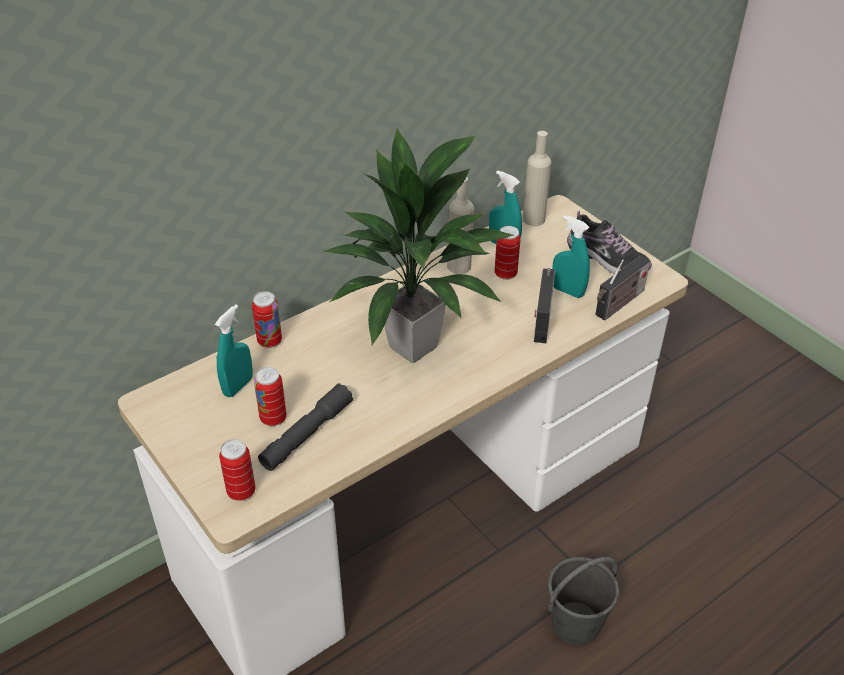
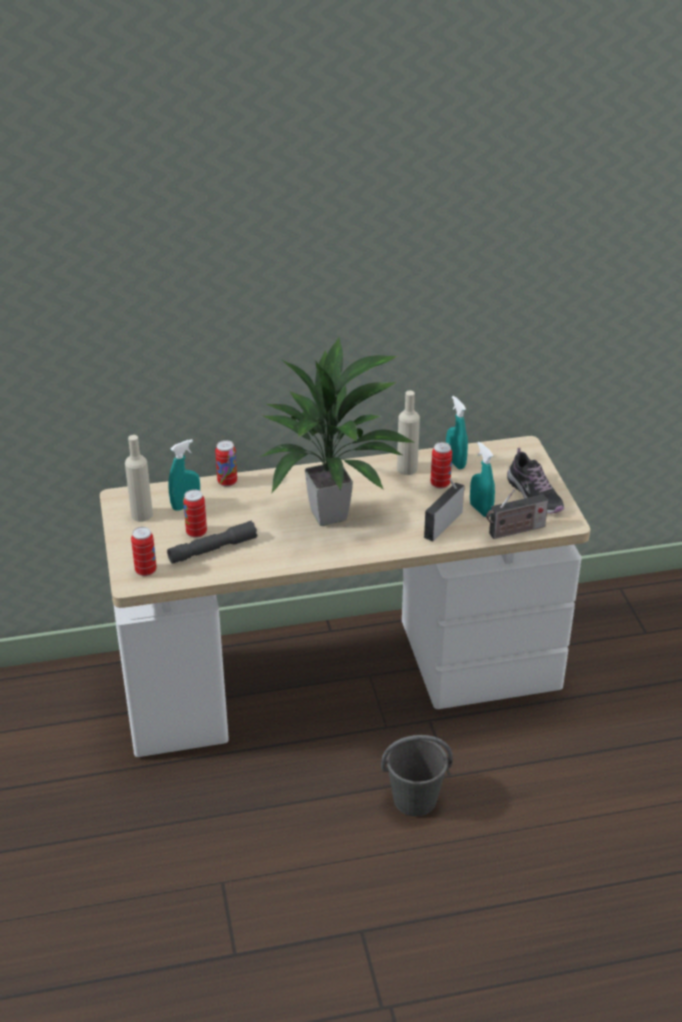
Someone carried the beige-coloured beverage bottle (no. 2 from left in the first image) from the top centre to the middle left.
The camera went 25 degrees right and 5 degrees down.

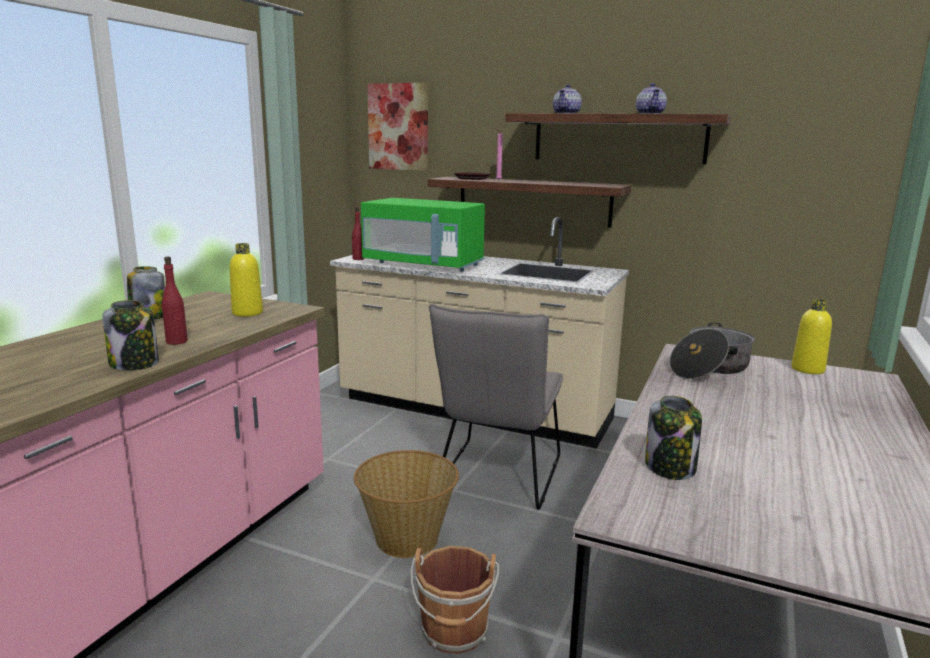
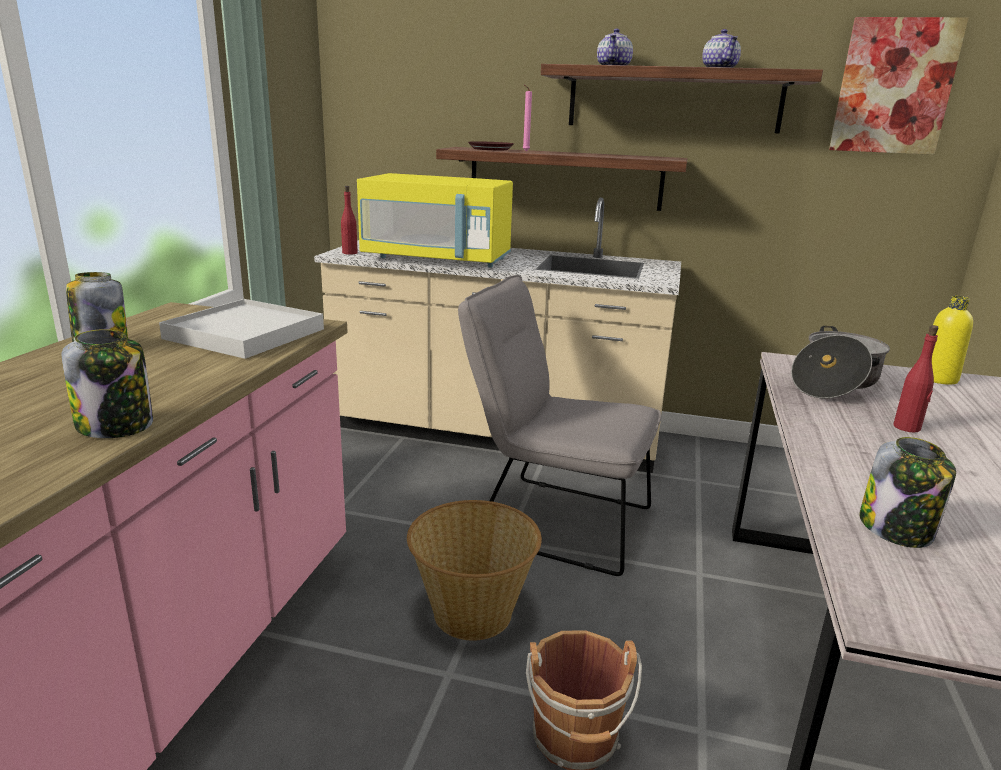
Someone carried the reddish beverage bottle (no. 1 from left in the first image) from the middle left to the middle right.
Someone carried the wall art from the top centre to the top right.
Someone swapped the yellowish beverage bottle (no. 1 from left) at the middle left for the white carrying tray at the middle left.
Someone repainted the green microwave at the centre, which became the yellowish microwave at the top centre.
Someone rotated the greyish plain chair at the centre by 105 degrees clockwise.
The camera went 10 degrees left and 5 degrees up.

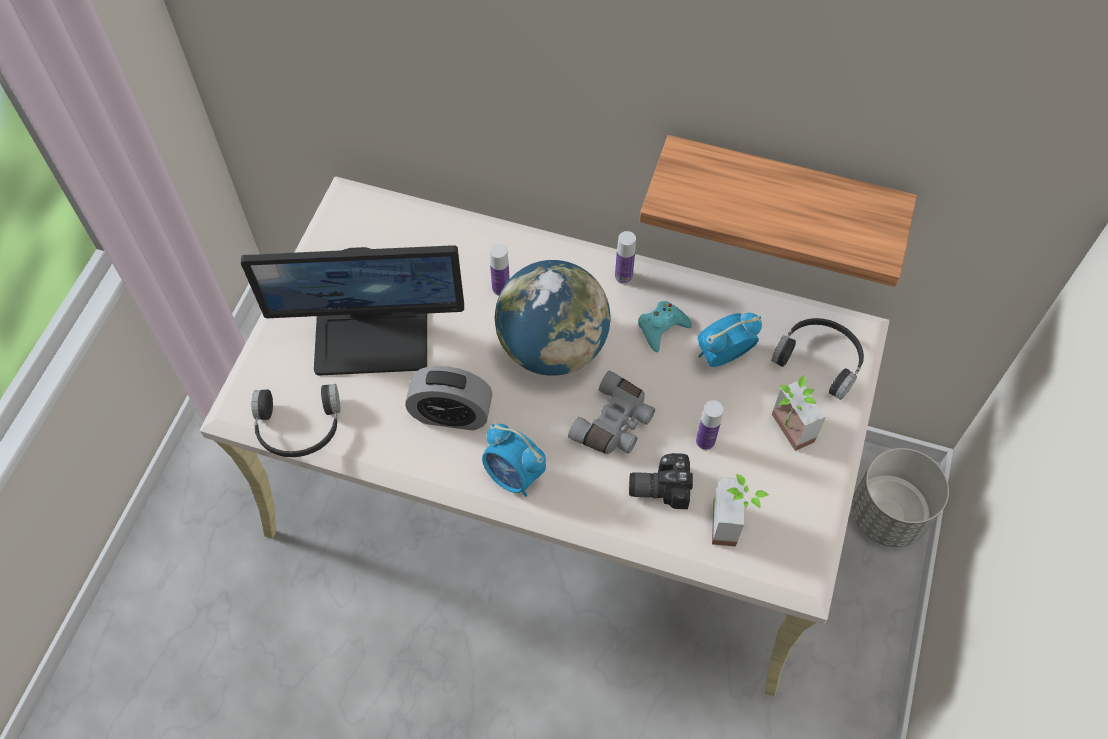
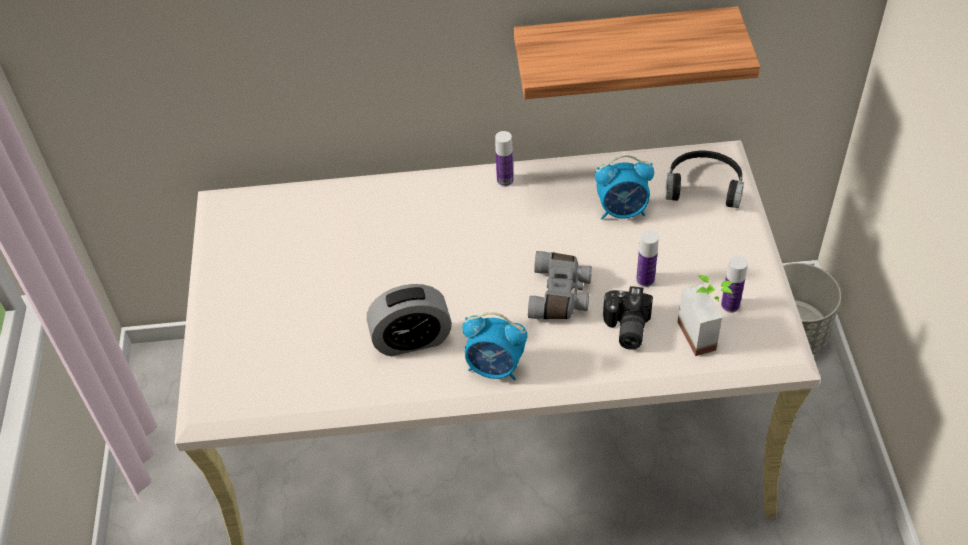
Someone took away the computer screen at the middle left.
Someone took away the blackish headset (no. 1 from left) at the middle left.
Someone took away the globe at the centre.
Someone took away the blue-green game controller at the centre.
Someone took away the plant in a pot (no. 2 from left) at the middle right.
Someone carried the beverage bottle (no. 1 from left in the first image) from the centre to the middle right.
Someone rotated the photo camera at the centre by 60 degrees counterclockwise.
Someone rotated the bedside clock (no. 3 from left) at the centre by 135 degrees counterclockwise.
The camera went 20 degrees left and 10 degrees down.

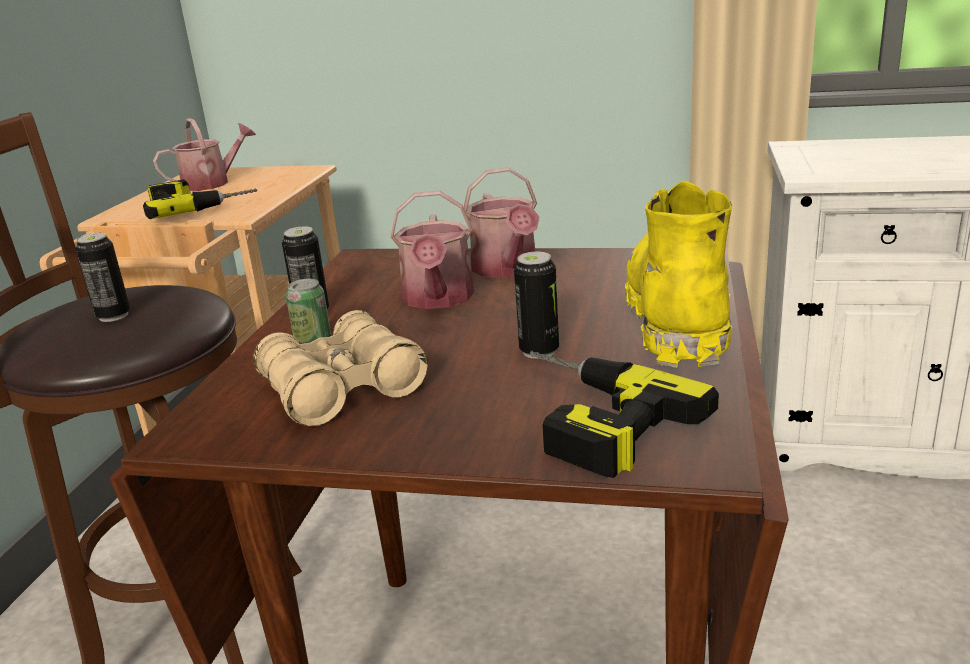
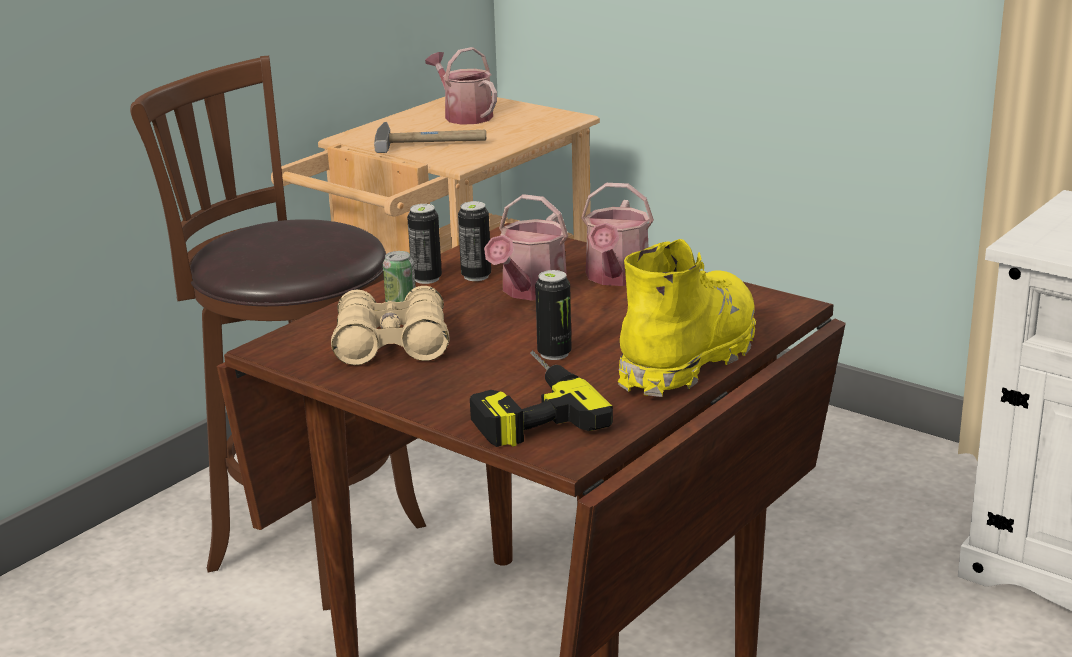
Someone carried the sealed can (no. 1 from left in the first image) from the middle left to the centre.
Someone swapped the drill (no. 1 from left) at the top left for the hand hammer at the top centre.
Someone rotated the sprinkling can (no. 1 from left) at the top left by 120 degrees counterclockwise.
The camera went 25 degrees right and 0 degrees up.

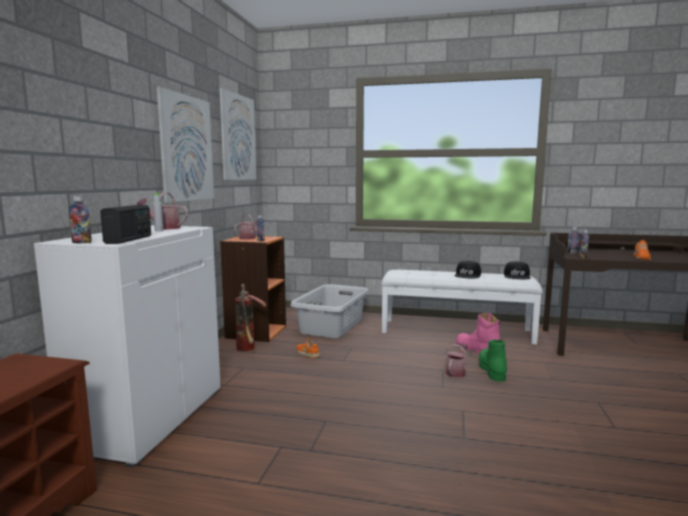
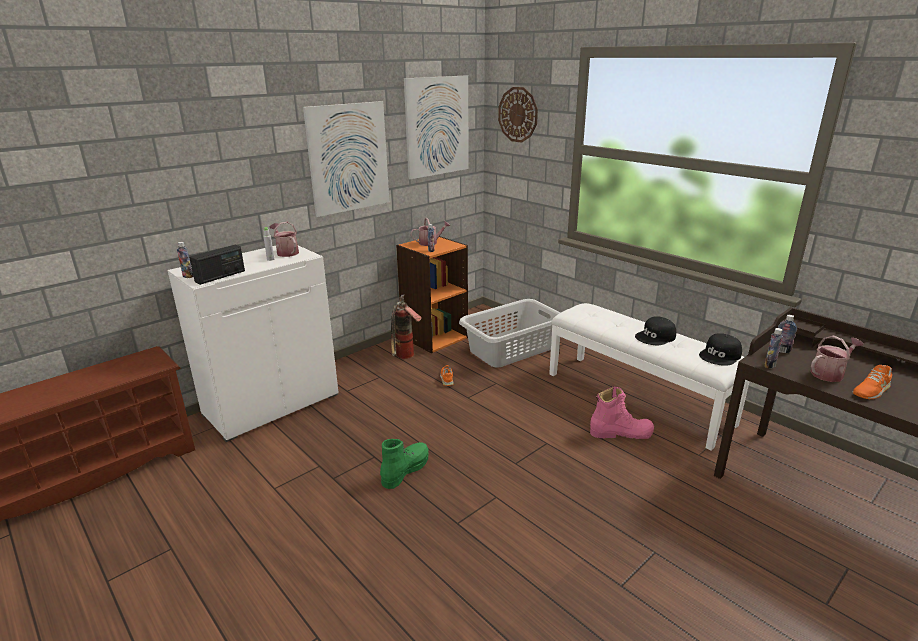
Someone put up the hanging clock at the top centre.
Someone carried the sprinkling can (no. 3 from left) from the bottom centre to the middle right.
Someone carried the green high-top boot from the bottom right to the bottom centre.
Someone rotated the pink-coloured high-top boot at the middle right by 90 degrees clockwise.
The camera went 35 degrees right and 15 degrees up.

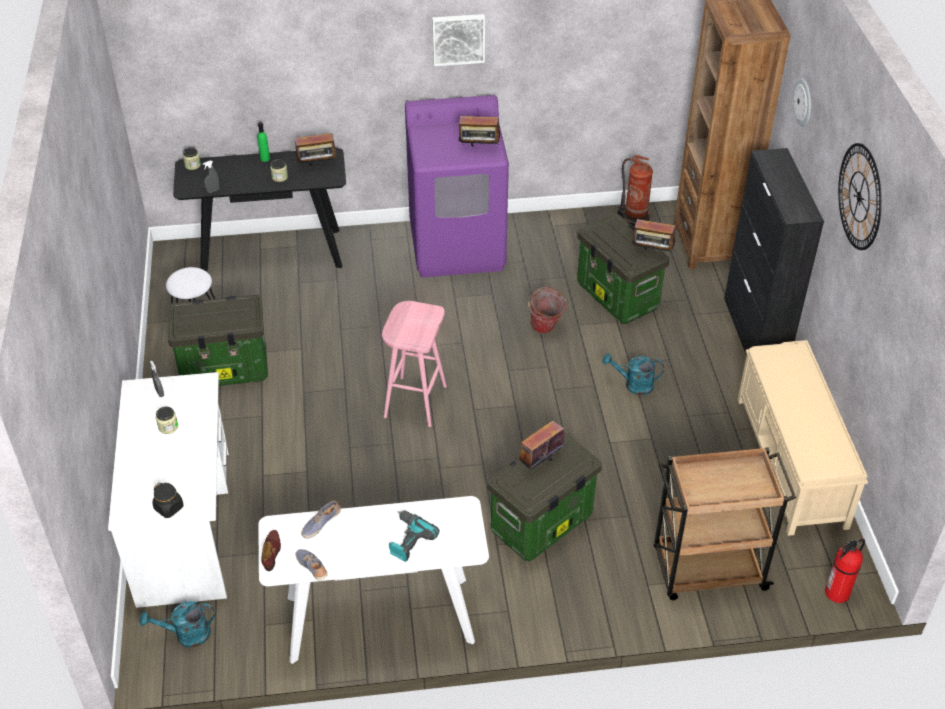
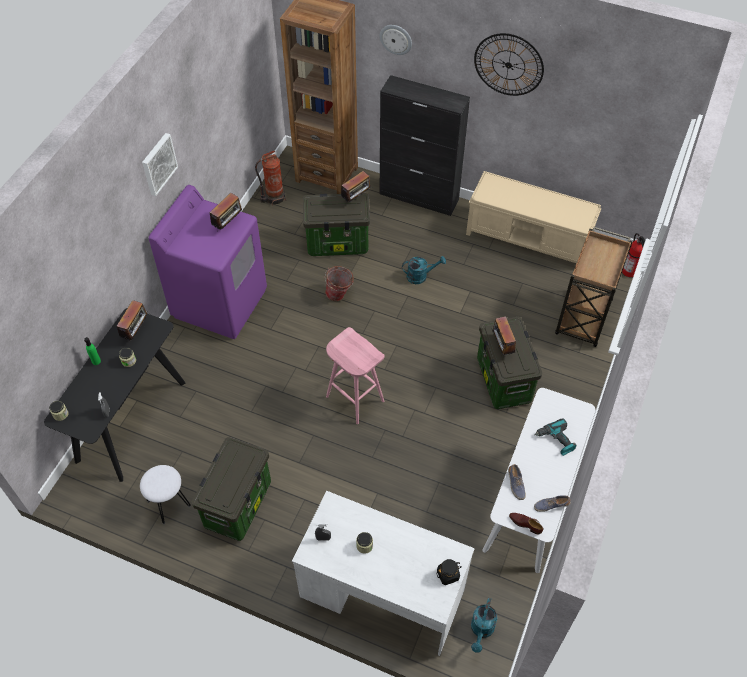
Someone rotated the blue-green sprinkling can (no. 2 from left in the first image) at the middle right by 135 degrees counterclockwise.
The camera went 60 degrees left and 10 degrees up.

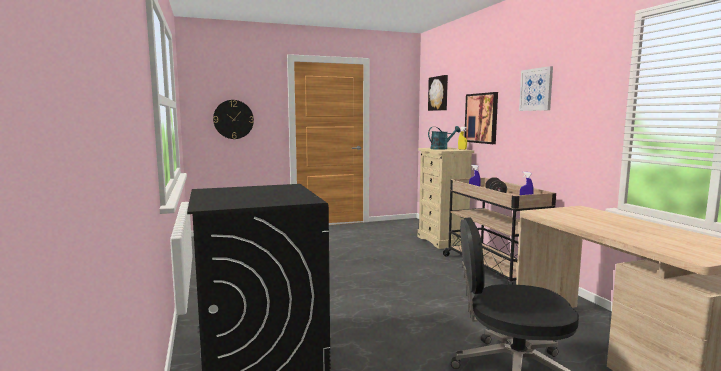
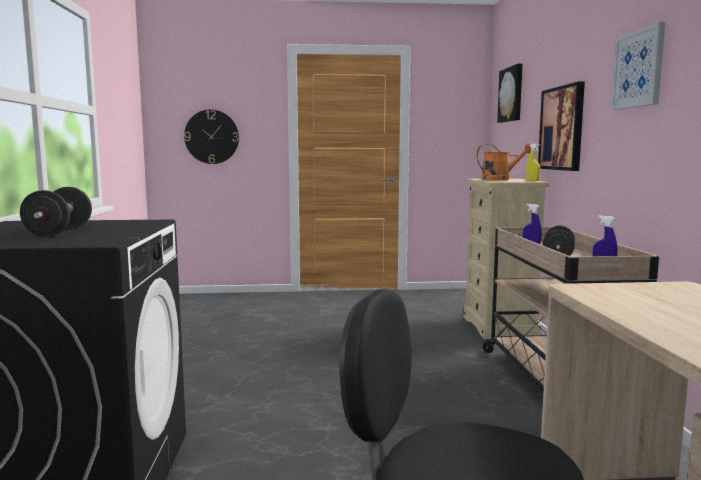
Someone put down the blackish free weight (no. 1 from left) at the middle left.
Someone repainted the blue-green sprinkling can at the centre, which became the orange-coloured sprinkling can at the middle right.
The camera went 15 degrees right and 0 degrees up.

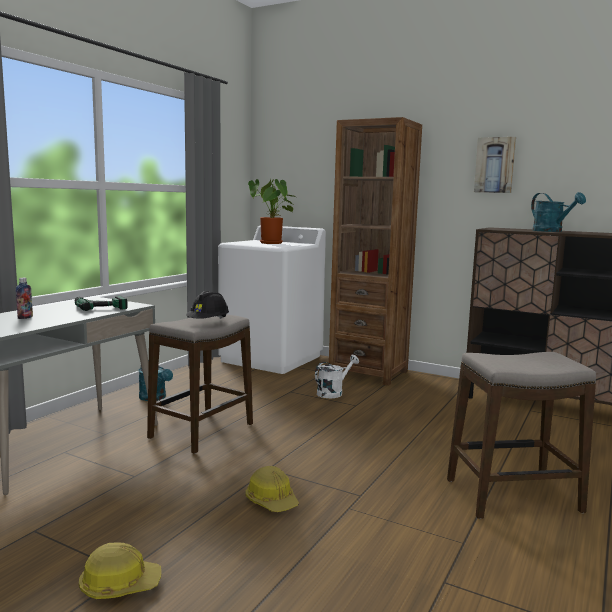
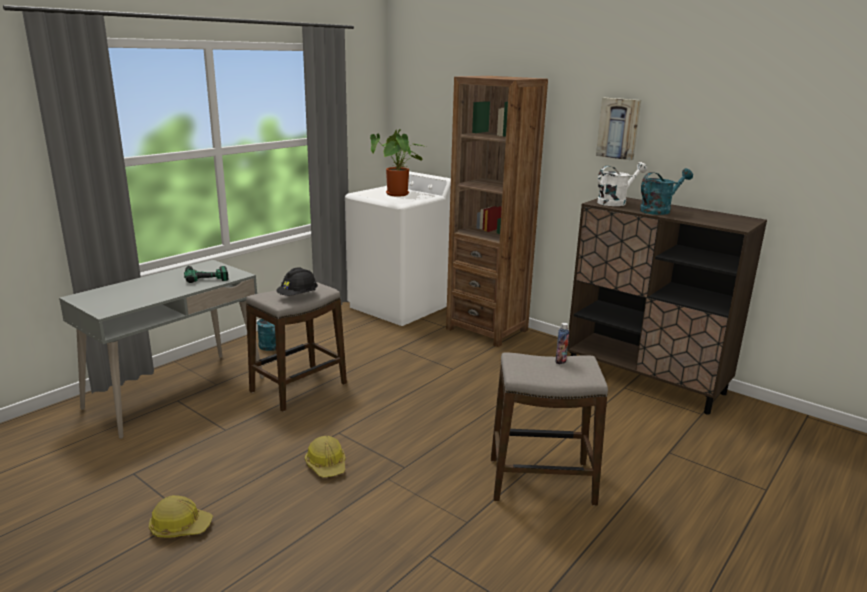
Someone carried the beverage bottle from the middle left to the centre.
Someone carried the white sprinkling can from the centre to the top right.
Someone rotated the blue-green sprinkling can (no. 2 from left) at the middle right by 105 degrees counterclockwise.
The camera went 10 degrees right and 10 degrees up.

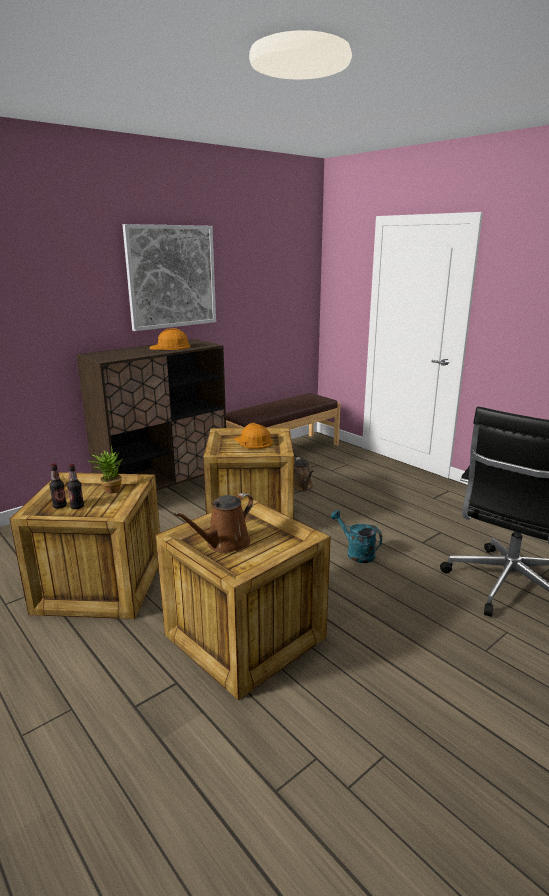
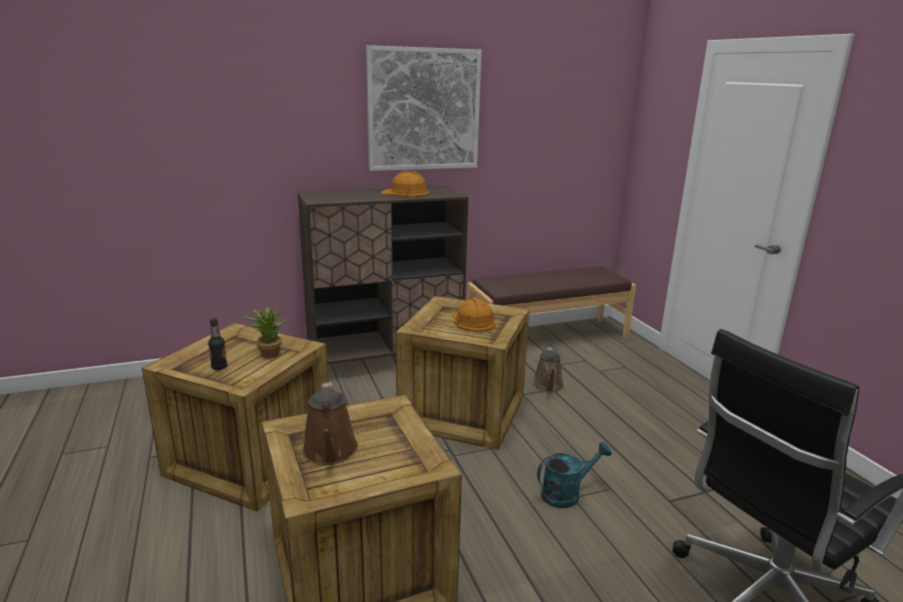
Someone took away the beverage bottle (no. 1 from left) at the middle left.
Someone rotated the brown sprinkling can (no. 1 from left) at the centre by 75 degrees counterclockwise.
Someone rotated the blue-green sprinkling can at the centre by 90 degrees clockwise.
The camera went 20 degrees right and 0 degrees up.

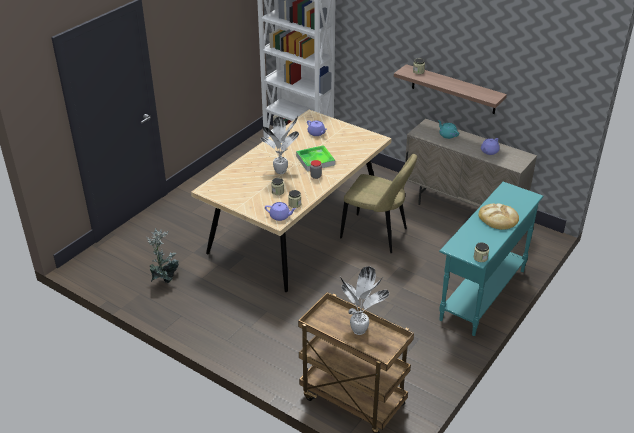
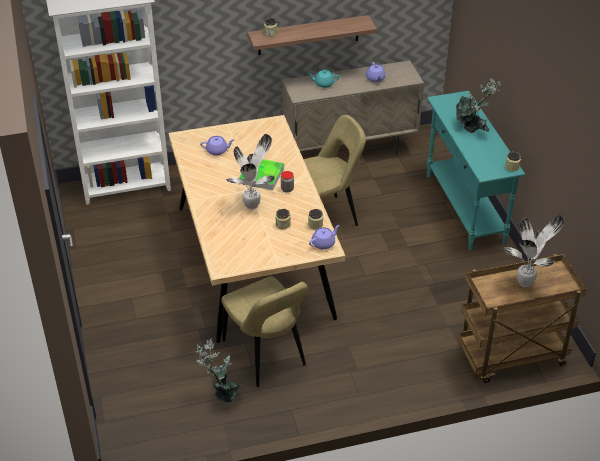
Someone put down the beige-coloured plain chair (no. 1 from left) at the bottom centre.
Someone swapped the bakery bread at the middle right for the plant in a pot (no. 3 from left) at the top right.
The camera went 50 degrees left and 5 degrees up.

